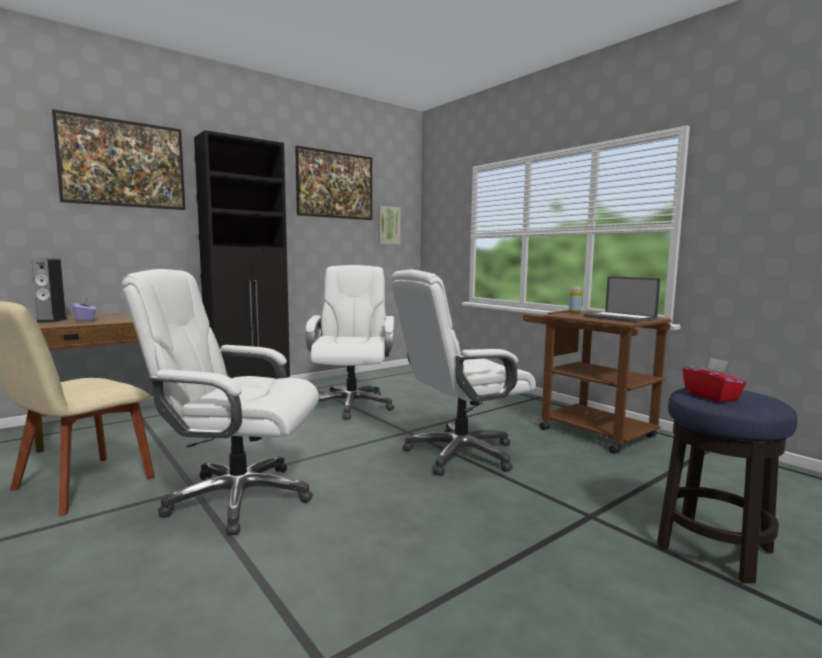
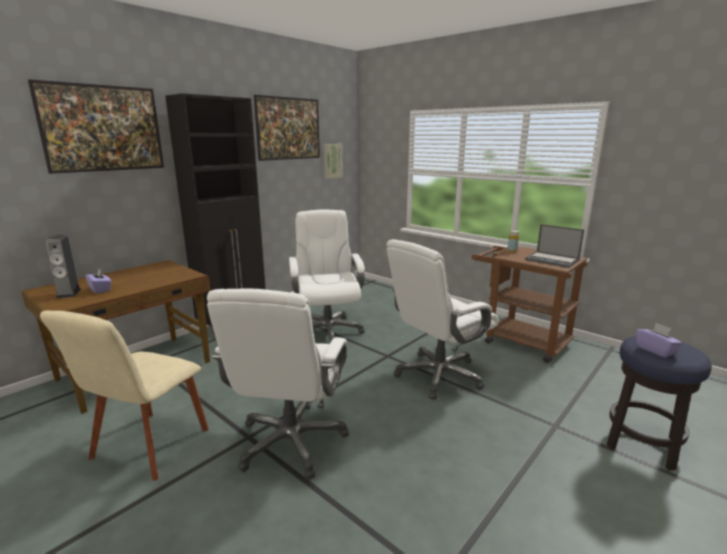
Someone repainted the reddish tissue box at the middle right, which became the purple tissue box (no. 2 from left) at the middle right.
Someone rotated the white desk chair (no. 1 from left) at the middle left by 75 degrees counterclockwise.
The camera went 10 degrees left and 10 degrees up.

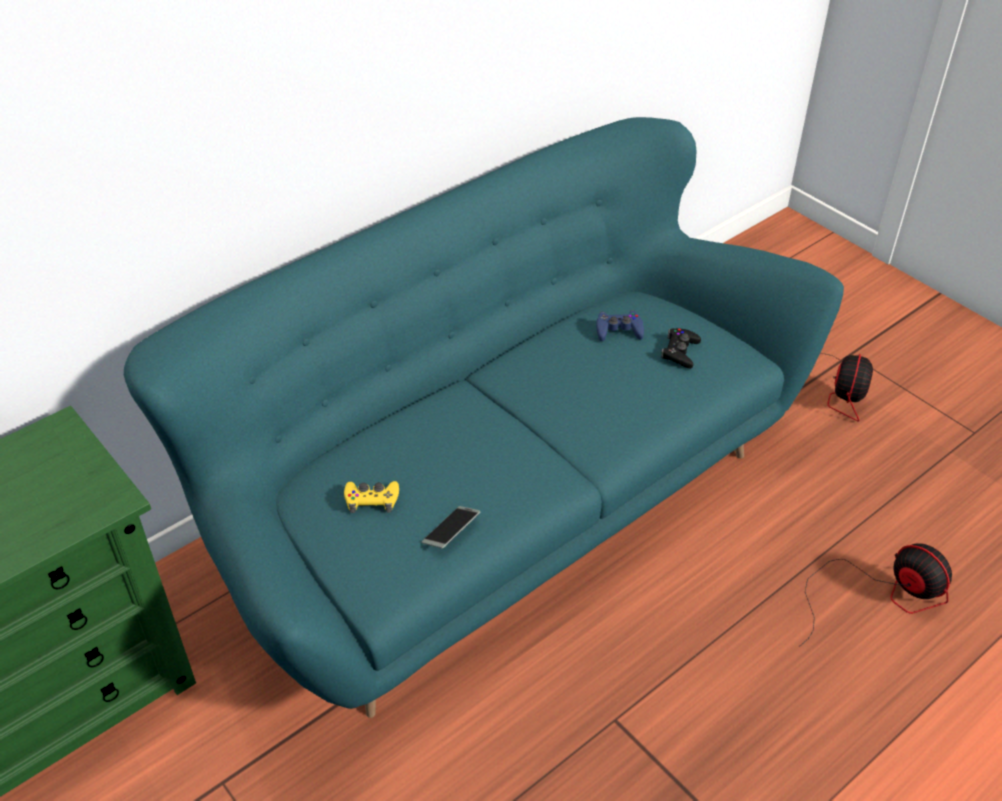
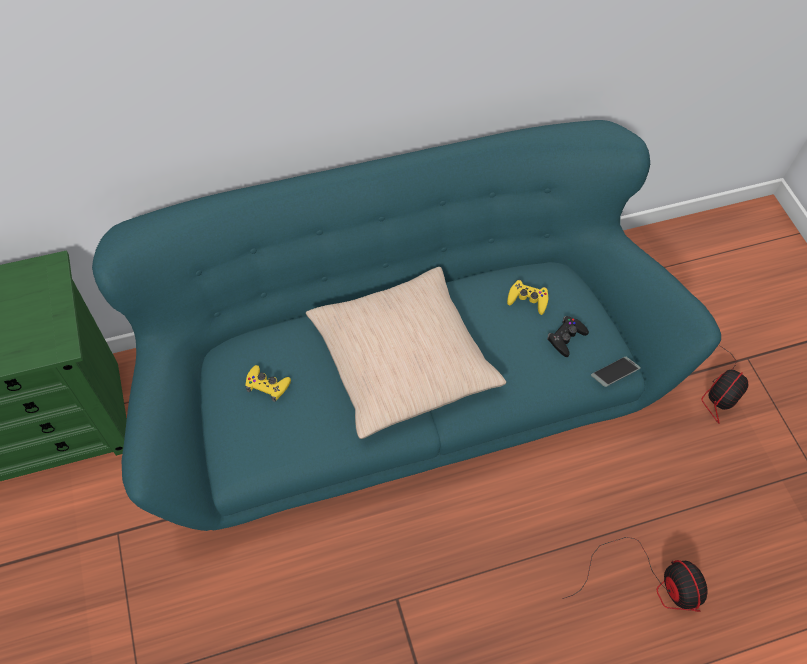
Someone put down the beige-coloured cushion at the centre.
Someone carried the telephone from the centre to the middle right.
Someone repainted the blue-coloured game controller at the centre, which became the yellowish game controller (no. 2 from left) at the centre.
The camera went 20 degrees right and 15 degrees up.

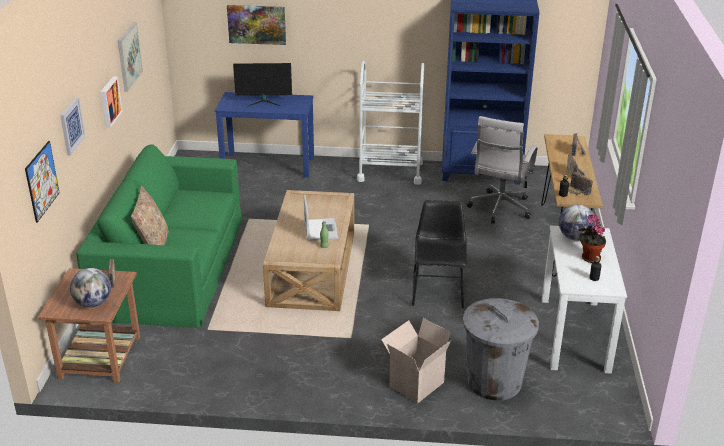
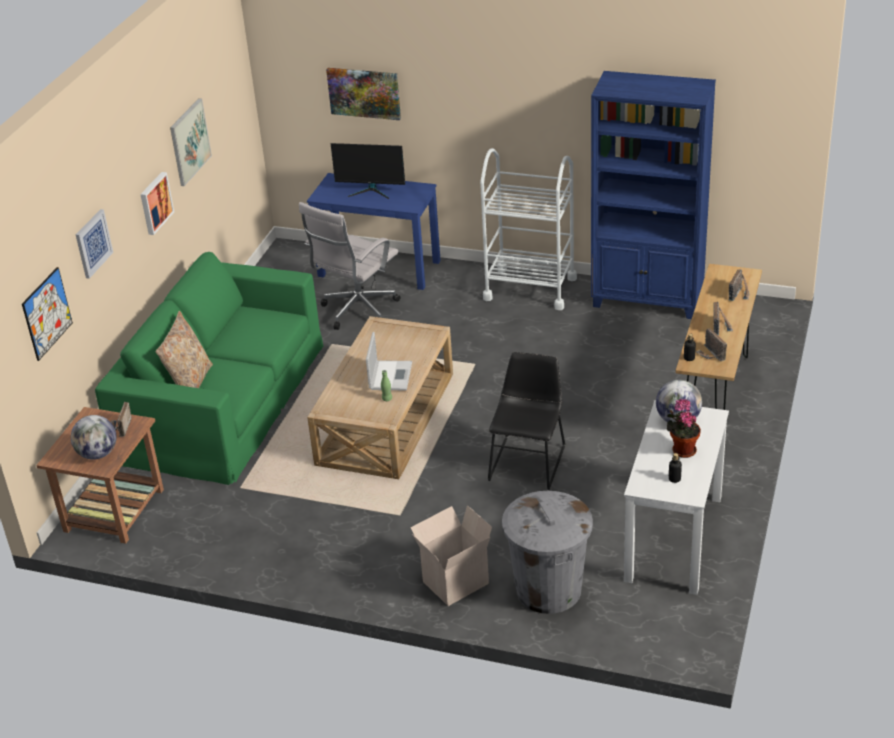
Someone carried the white desk chair from the middle right to the centre.
The camera went 15 degrees right and 5 degrees up.

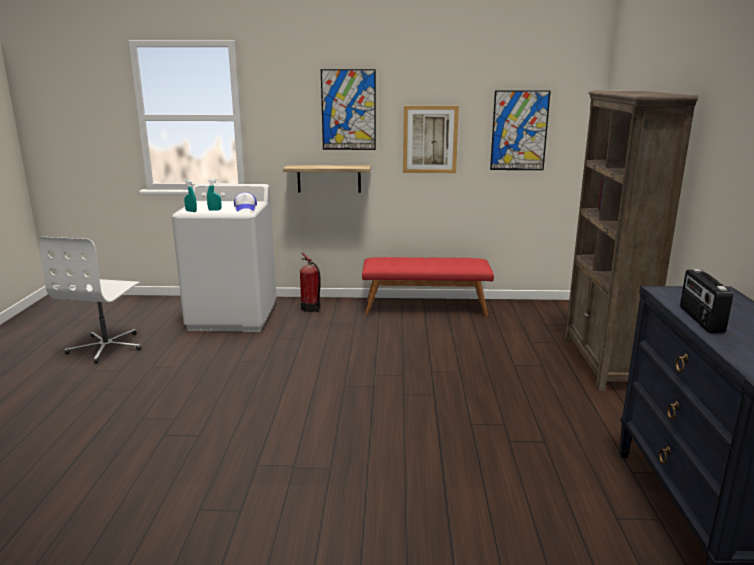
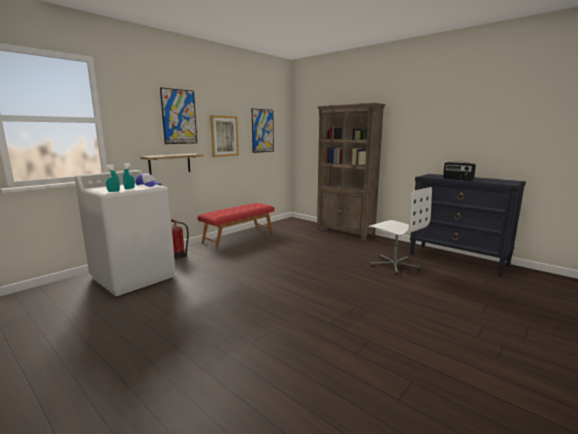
Someone carried the white desk chair from the middle left to the middle right.
The camera went 50 degrees left and 5 degrees down.

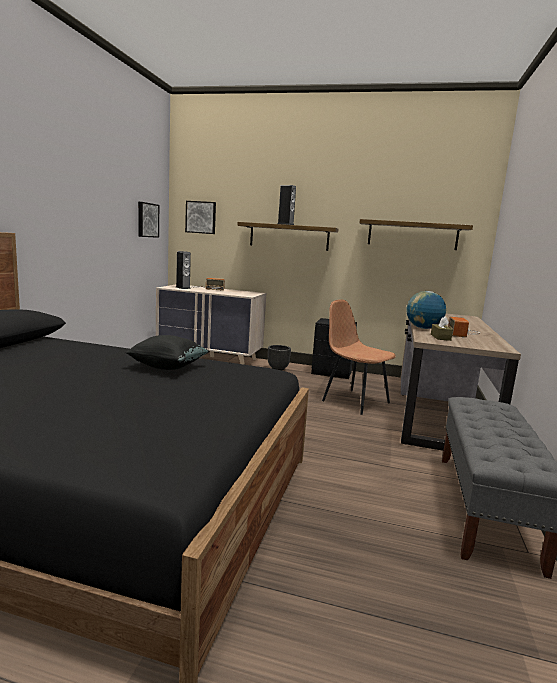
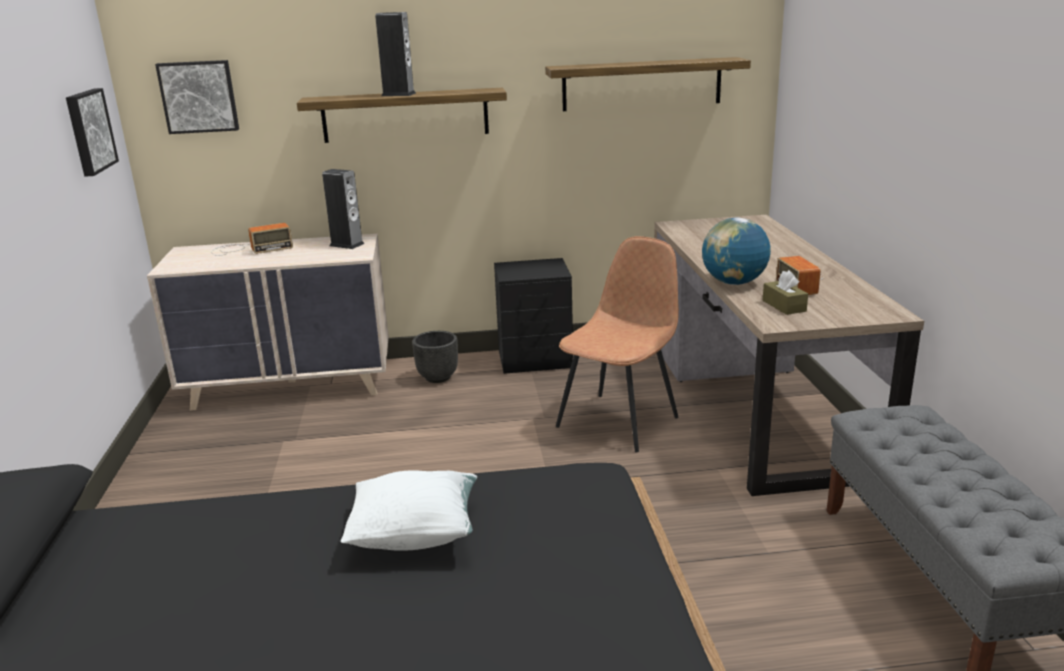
Someone carried the audio speaker (no. 1 from left) from the middle left to the top left.
Someone repainted the blackish cushion at the middle left, which became the white cushion at the bottom centre.
Someone rotated the brown plain chair at the centre by 105 degrees clockwise.
The camera went 20 degrees left and 10 degrees up.

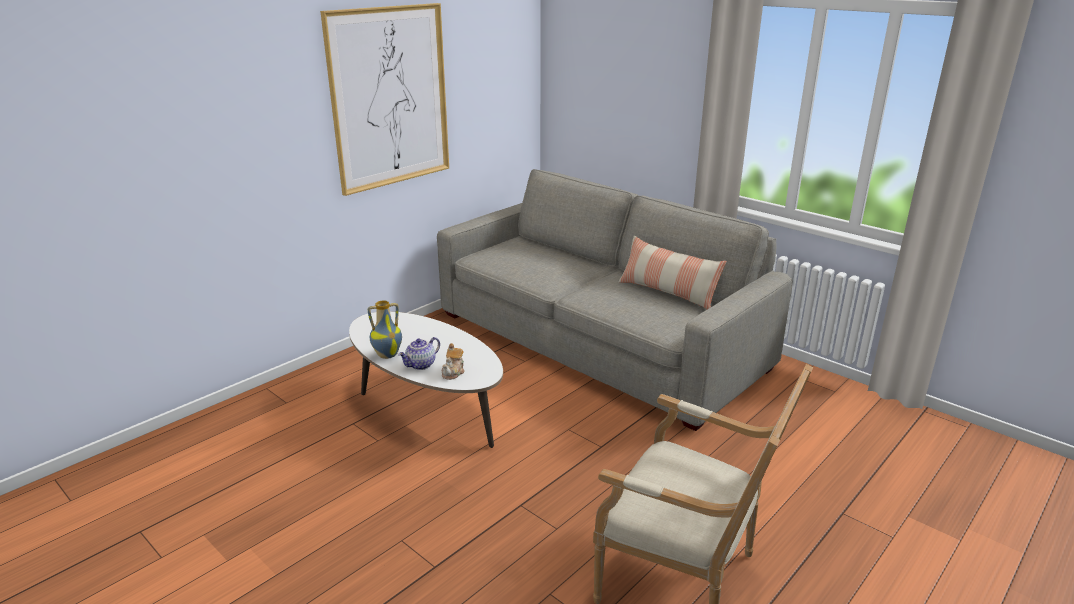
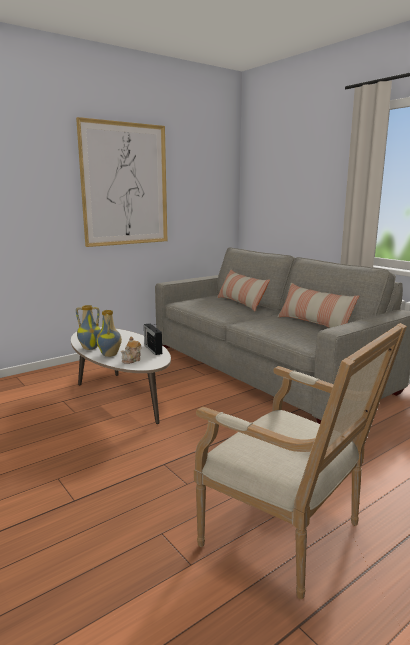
Someone put down the radio set at the centre.
Someone put down the cushion (no. 1 from left) at the centre.
Someone swapped the teapot (no. 1 from left) at the centre for the decorative vase (no. 2 from left) at the middle left.
The camera went 10 degrees right and 10 degrees down.

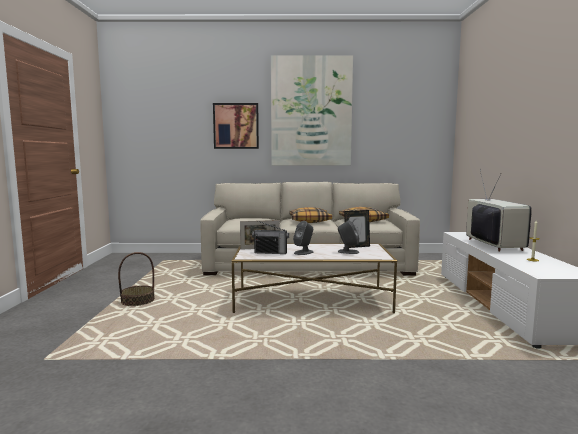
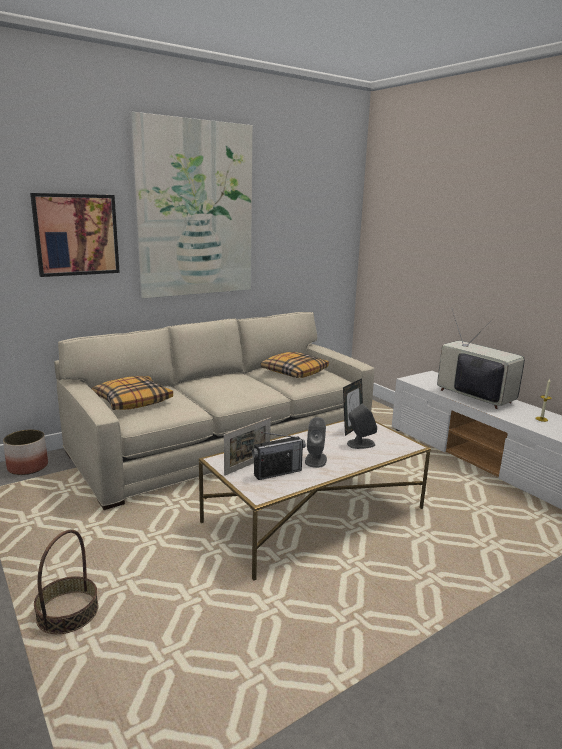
Someone put down the flower pot at the middle left.
Someone carried the cushion (no. 1 from left) from the centre to the middle left.
The camera went 35 degrees left and 10 degrees up.

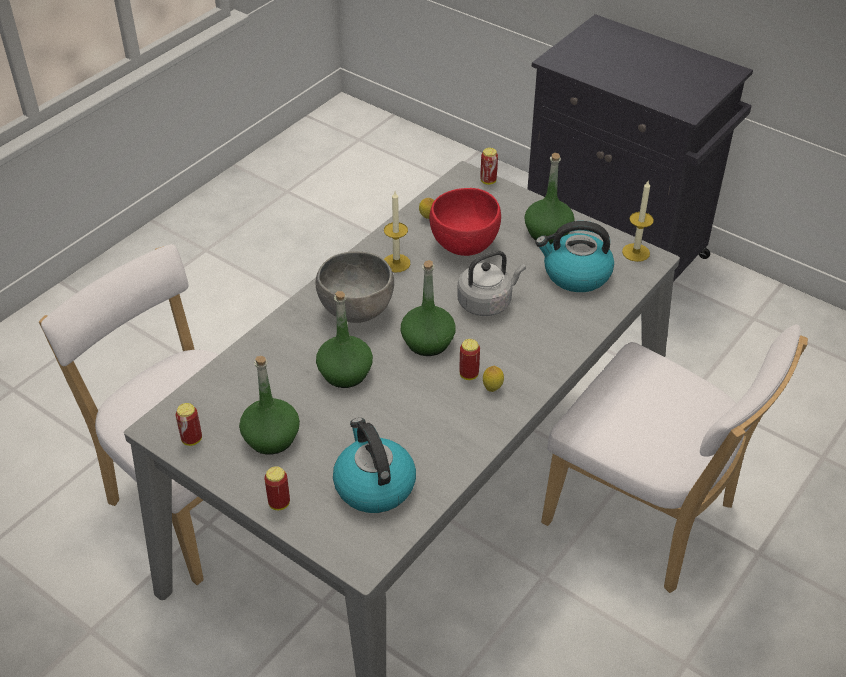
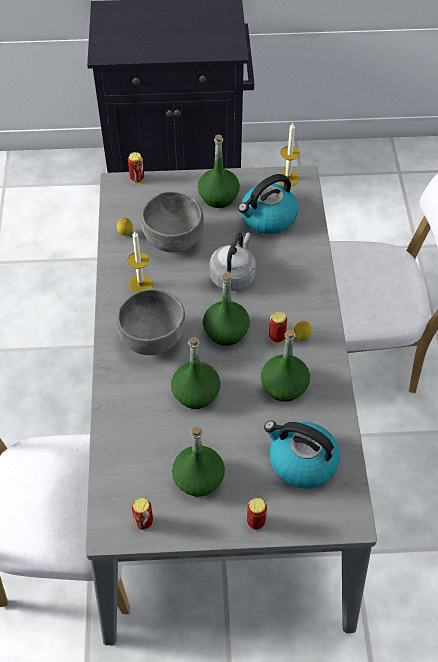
Someone put down the green beverage bottle (no. 5 from left) at the centre.
Someone repainted the reddish deep dish at the top centre, which became the greyish deep dish (no. 2 from left) at the centre.
The camera went 40 degrees left and 10 degrees up.

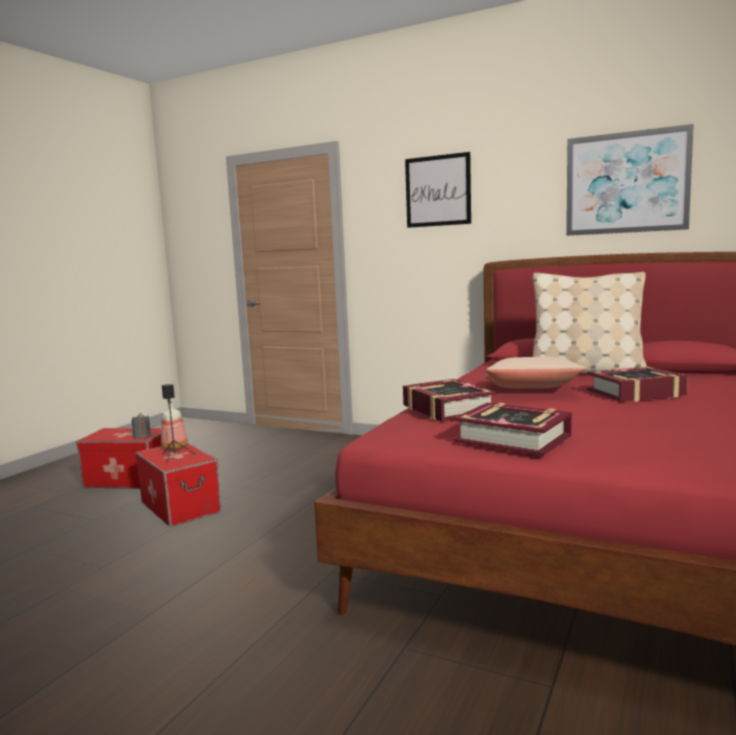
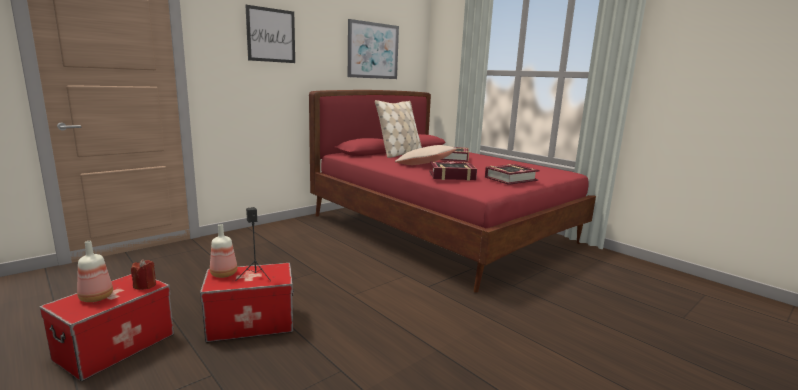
Someone put down the beverage bottle (no. 1 from left) at the bottom left.
Someone repainted the greyish candle at the middle left, which became the reddish candle at the bottom left.
The camera went 70 degrees left and 5 degrees up.

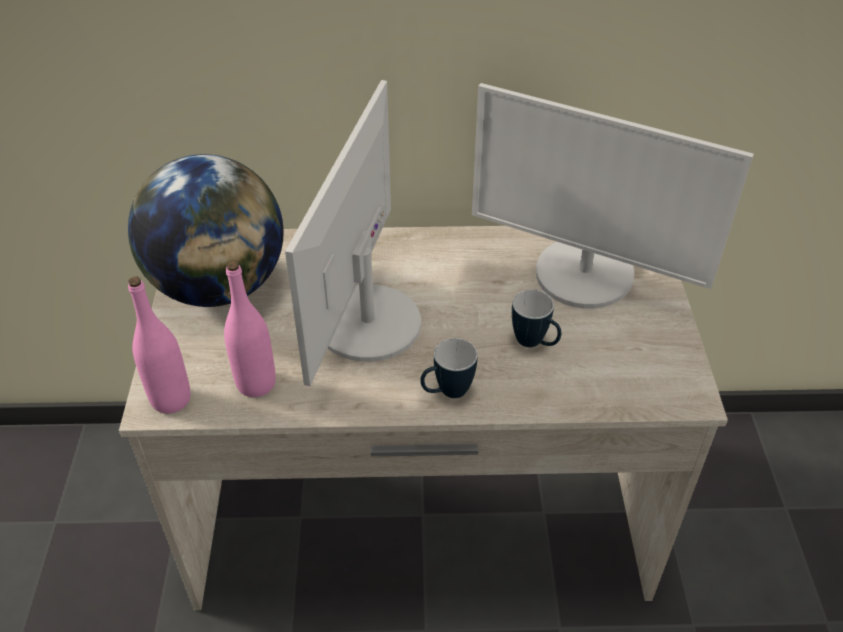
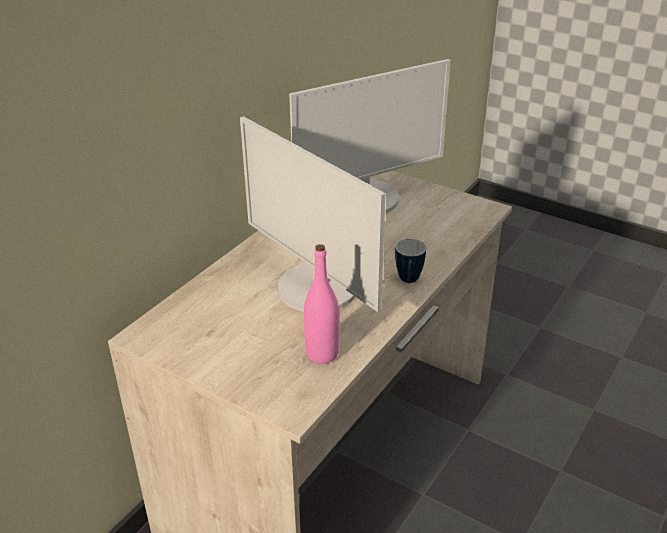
Someone took away the globe at the middle left.
Someone took away the pink-coloured beverage bottle (no. 1 from left) at the middle left.
Someone took away the tea mug (no. 2 from left) at the centre.
The camera went 55 degrees left and 10 degrees down.

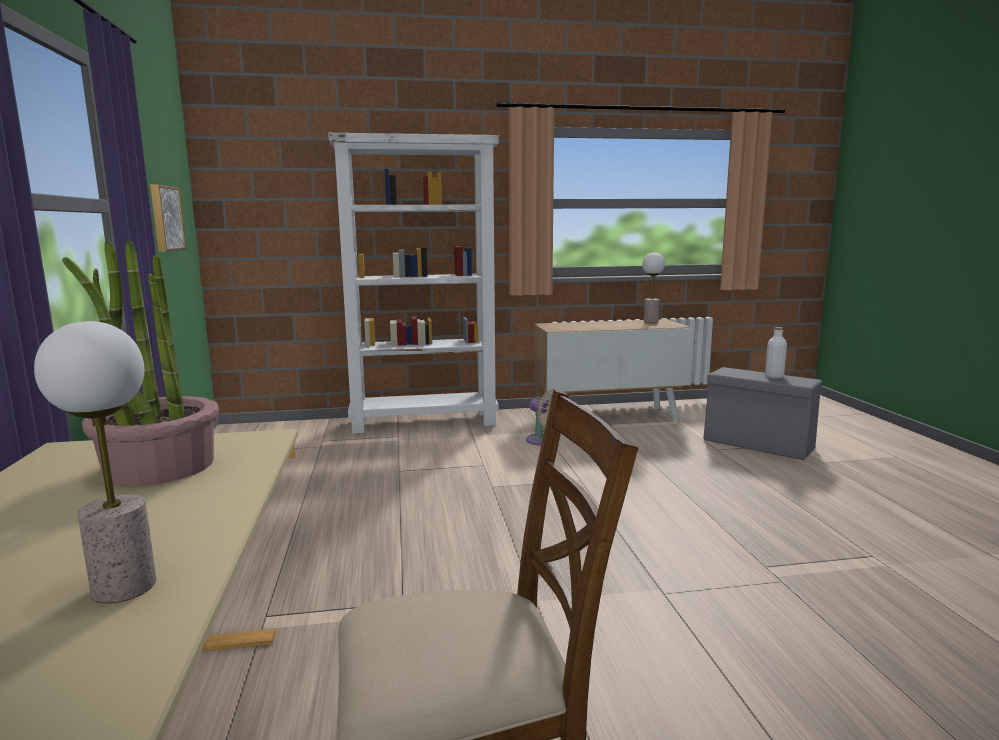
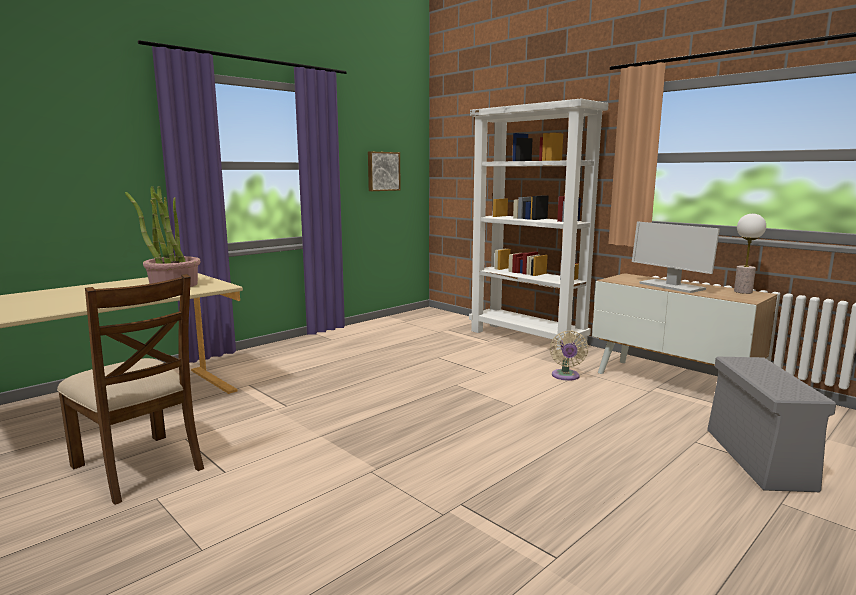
Someone took away the lamp for a table (no. 1 from left) at the middle left.
Someone took away the white beverage bottle at the middle right.
Someone put down the computer screen at the middle right.
The camera went 55 degrees right and 0 degrees up.

